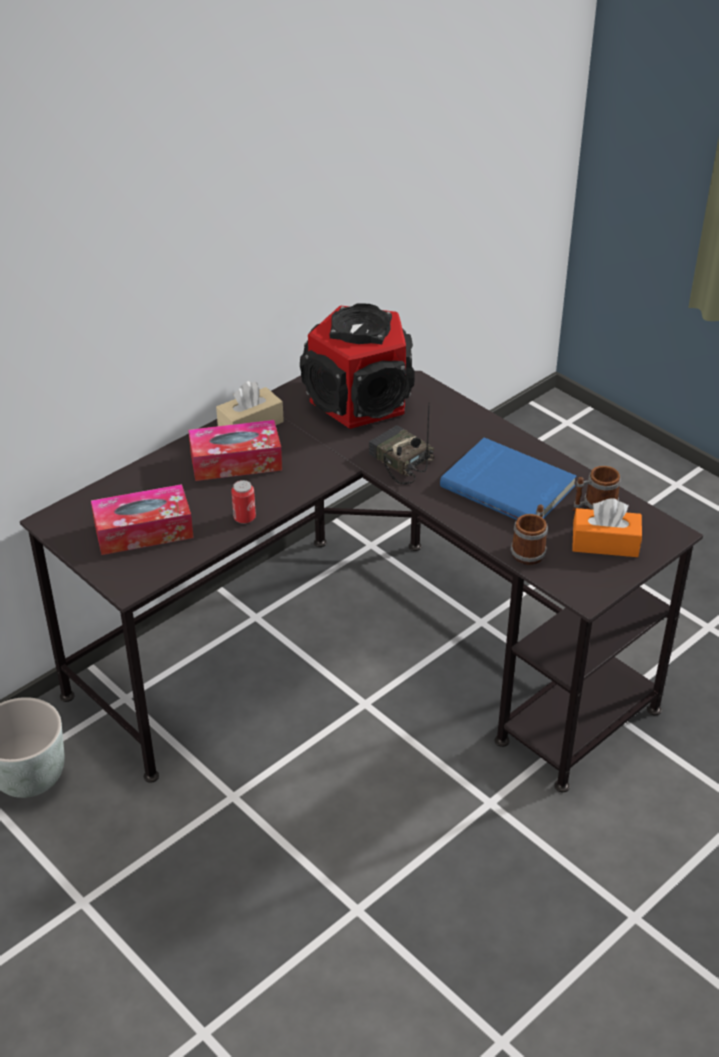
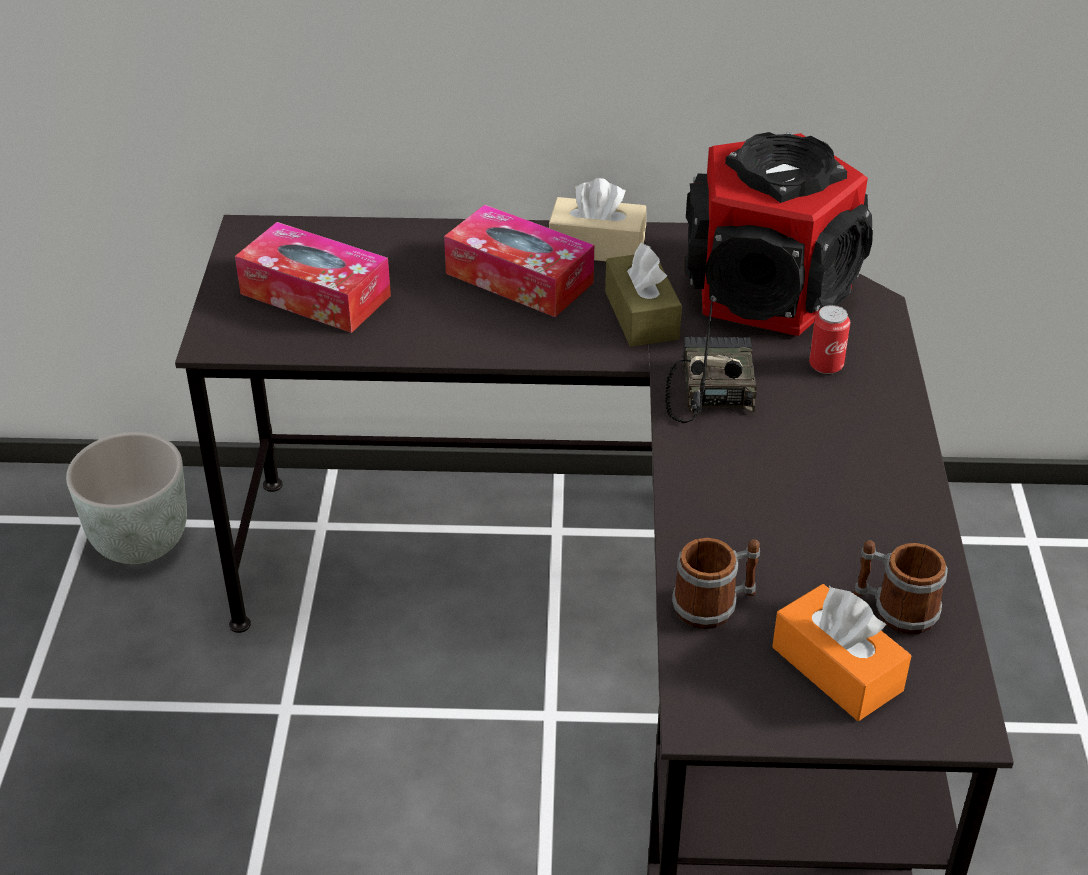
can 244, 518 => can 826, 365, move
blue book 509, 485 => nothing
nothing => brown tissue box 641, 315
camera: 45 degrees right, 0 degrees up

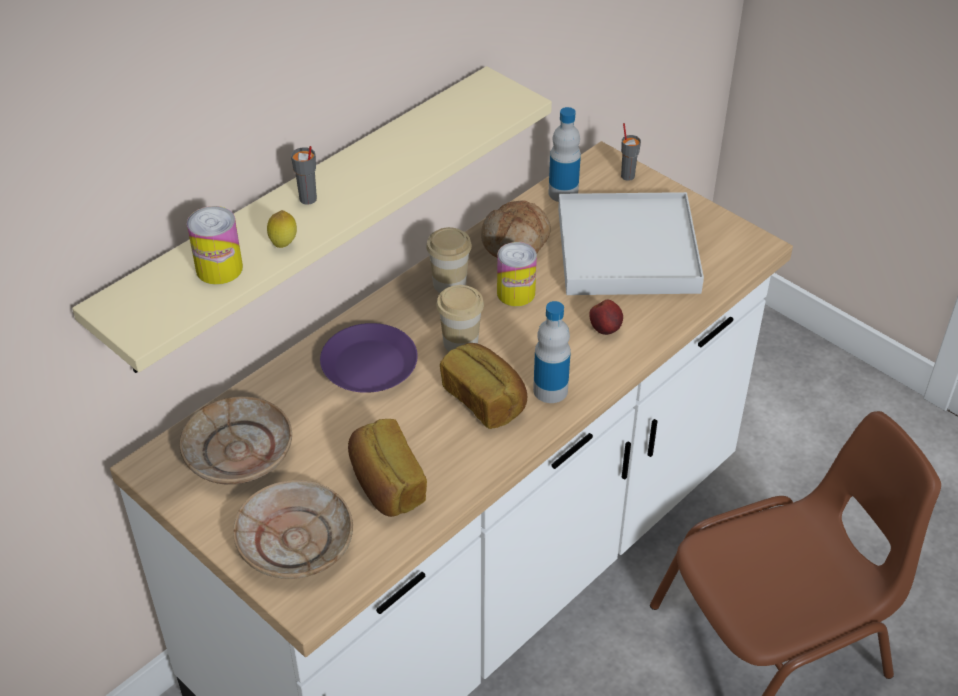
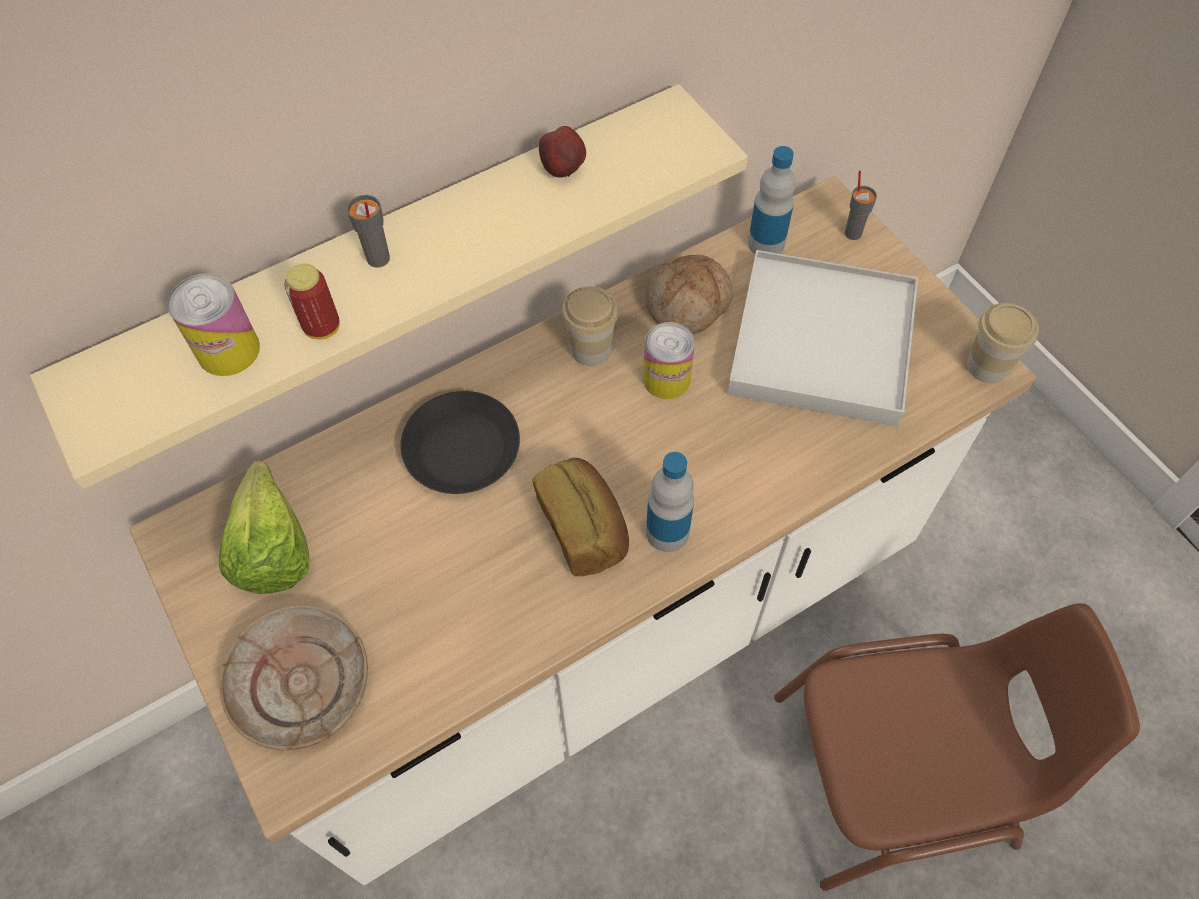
beige plate 238, 452 => lettuce 275, 539
lemon 284, 245 => can 322, 327
purple plate 368, 366 => black plate 460, 449
bread 386, 485 => nothing
cup 460, 342 => cup 987, 366, move
apple 606, 329 => apple 564, 170, move
camera: 15 degrees right, 15 degrees up

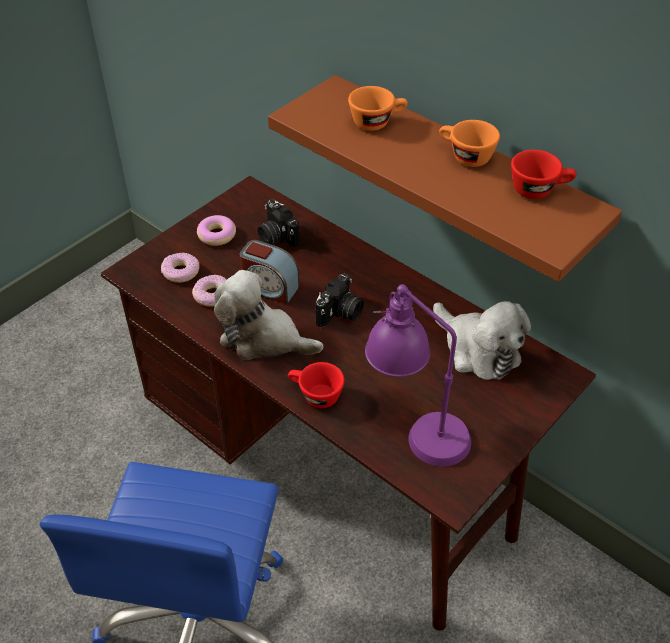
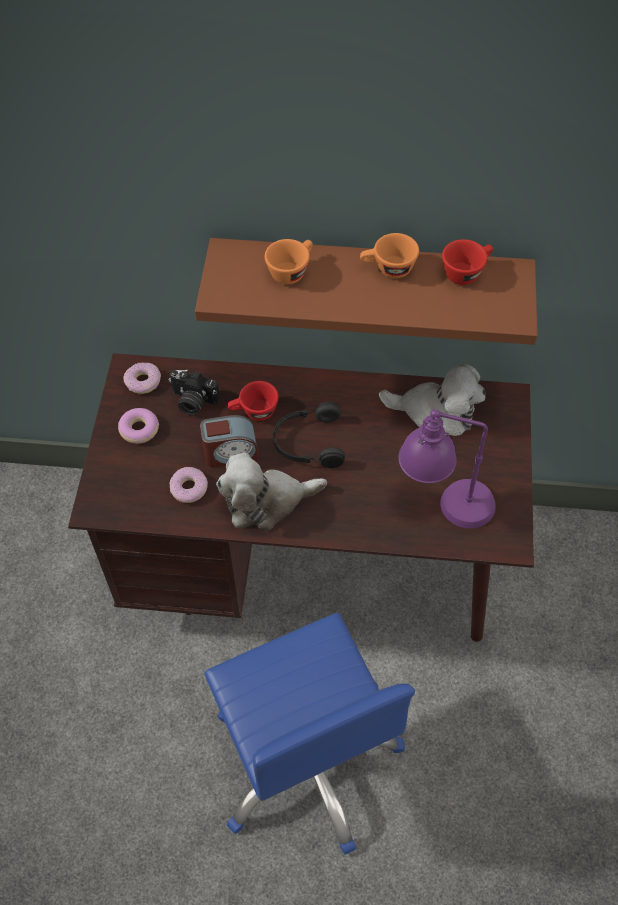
donut 181, 272 => donut 143, 382, move
red cup 315, 395 => red cup 254, 412, move
photo camera 340, 313 => black headphones 308, 443
camera: 35 degrees left, 10 degrees up

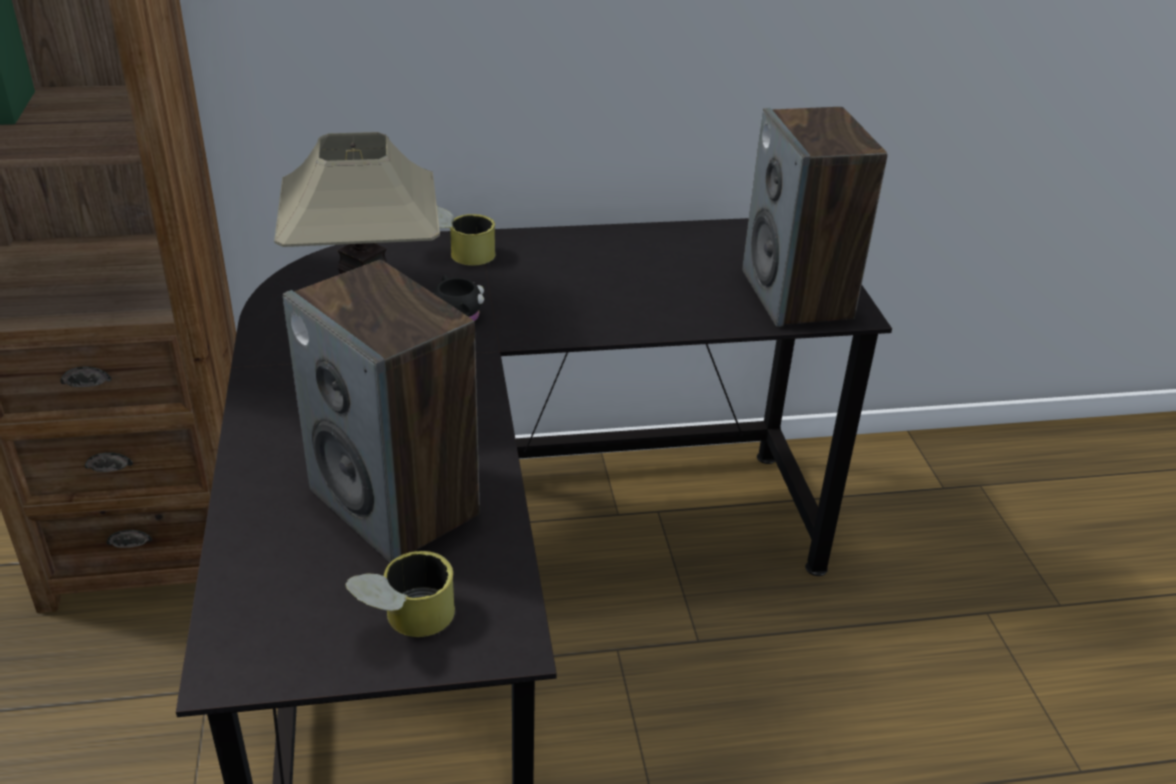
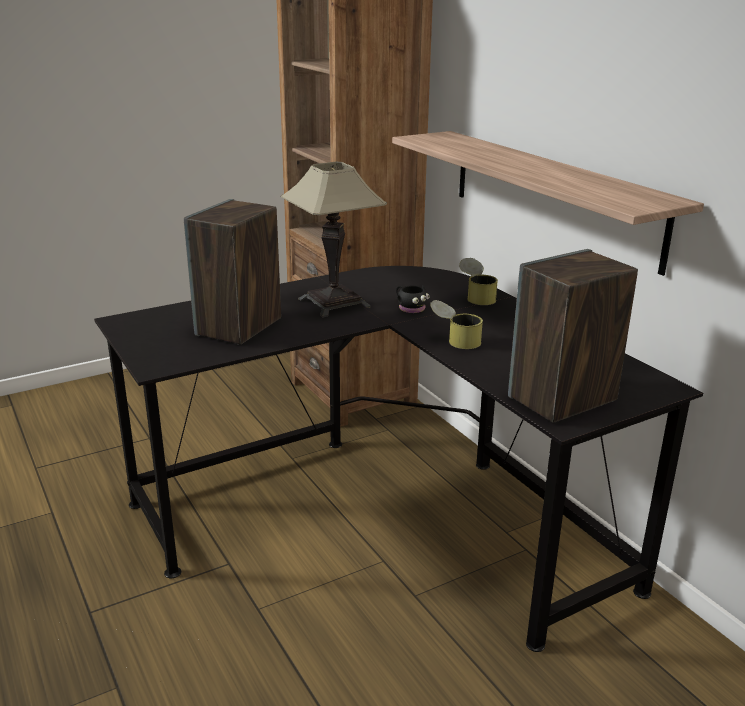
can 404, 623 => can 455, 340, move
nothing => shelf 551, 196
camera: 70 degrees right, 10 degrees down

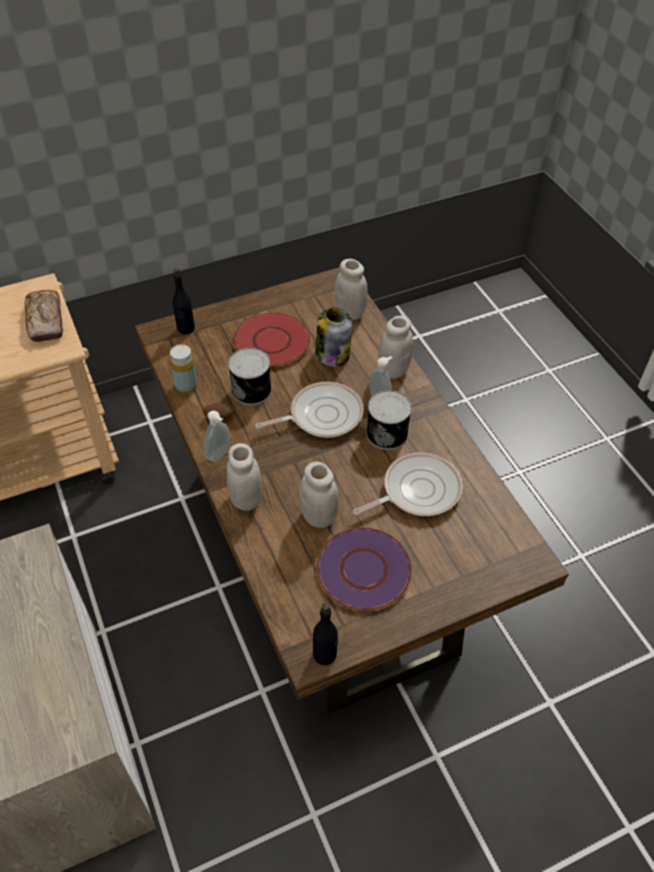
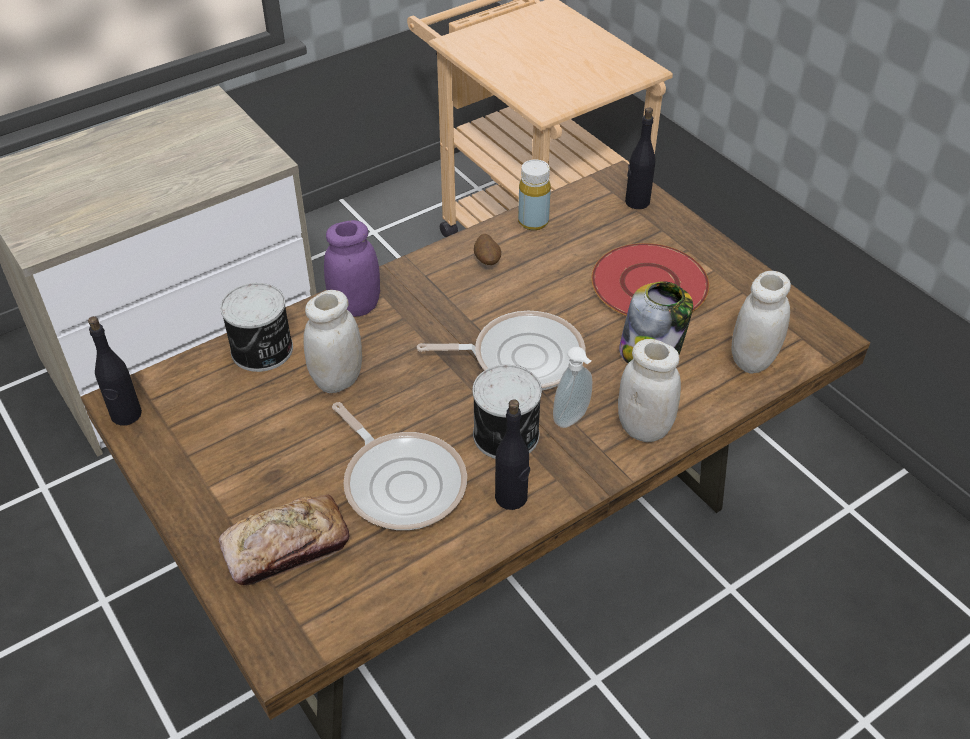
bread 46, 320 => bread 286, 547, move
soap dispenser 220, 454 => nothing
white jar 246, 499 => purple jar 355, 307
can 252, 390 => can 263, 350, move
frying pan 321, 415 => frying pan 521, 357, 60 degrees counterclockwise
purple plate 363, 569 => nothing
nothing => black bottle 511, 497
camera: 80 degrees right, 5 degrees down

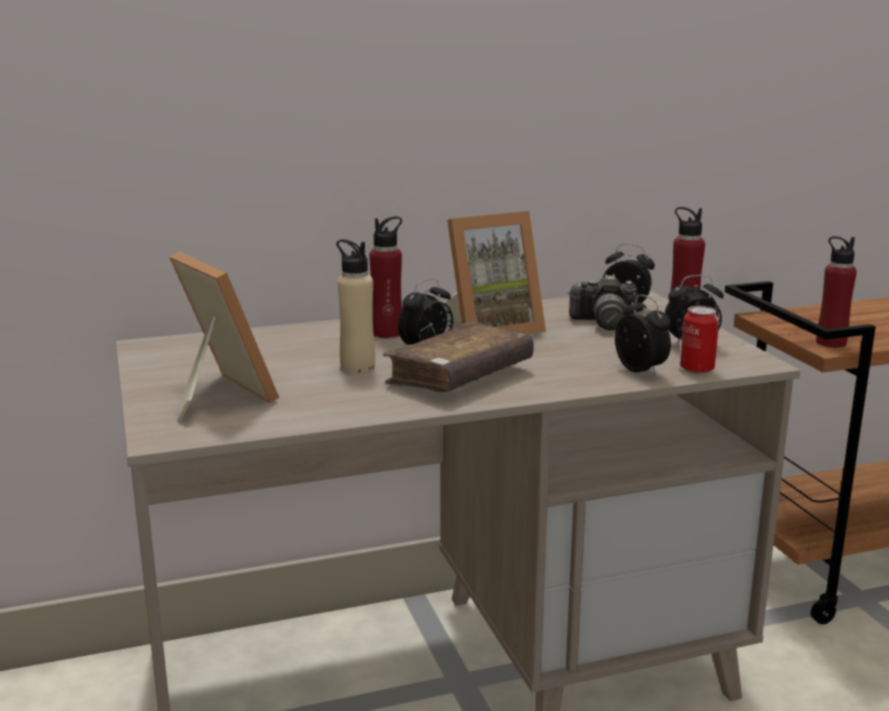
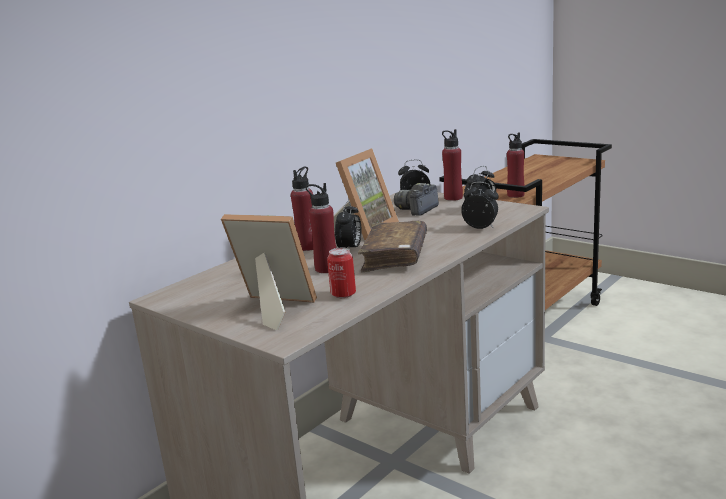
beige bottle 357, 366 => red bottle 326, 269
photo camera 604, 322 => photo camera 417, 209, 150 degrees clockwise
can 696, 369 => can 343, 294, move
camera: 30 degrees left, 0 degrees up

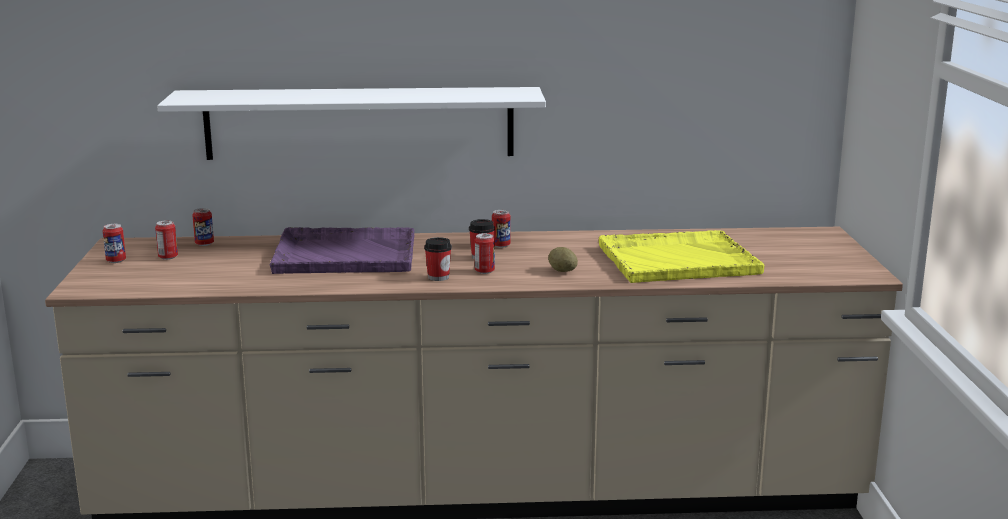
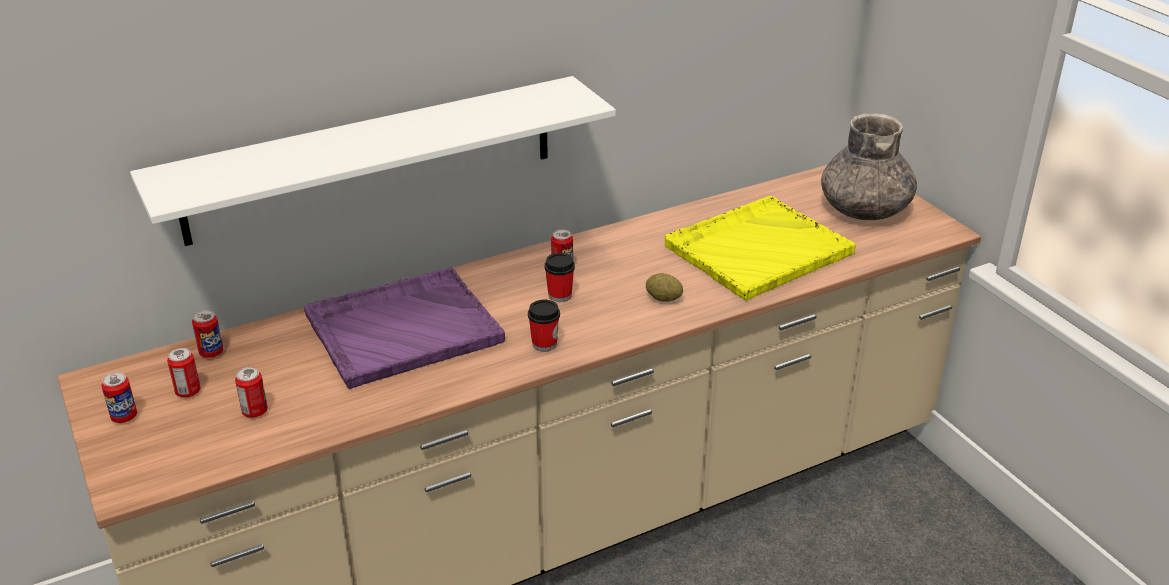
can 484, 271 => can 255, 411, move
nothing => grey vase 864, 209
camera: 25 degrees left, 15 degrees up

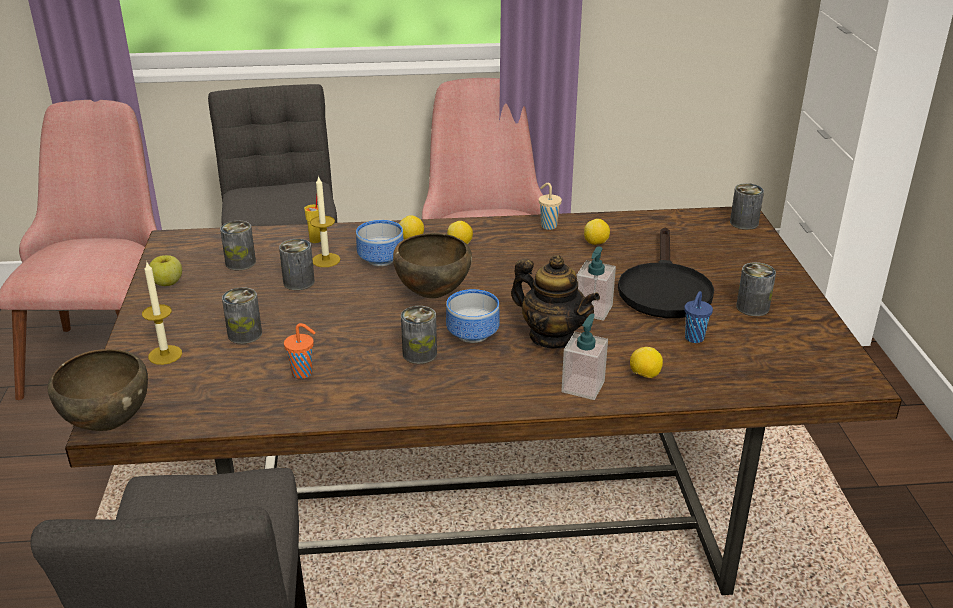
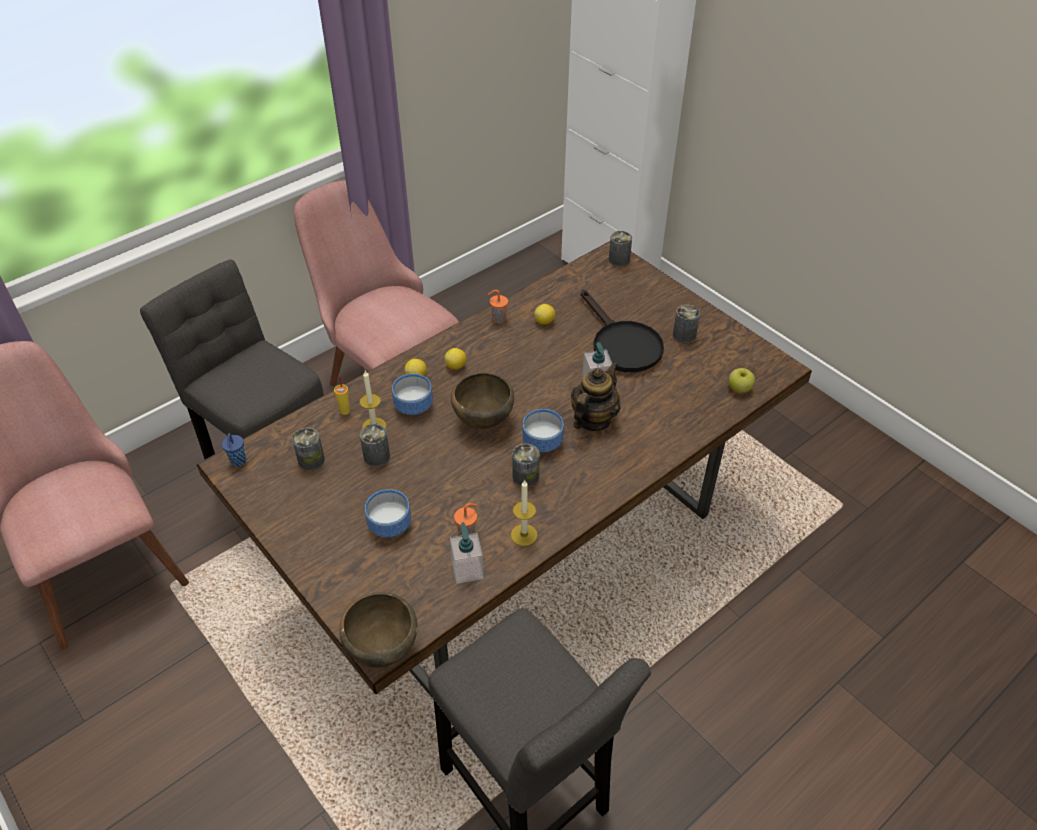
candle 165, 355 => candle 524, 535, move
apple 168, 283 => apple 739, 389, move
can 245, 334 => bowl 390, 523
teapot 552, 337 => teapot 593, 419, 60 degrees counterclockwise
beige cup 548, 226 => orange cup 498, 319
soap dispenser 583, 386 => soap dispenser 467, 570, move
lemon 644, 375 => nothing
blue cup 693, 339 => blue cup 238, 462, move
camera: 35 degrees left, 15 degrees up

